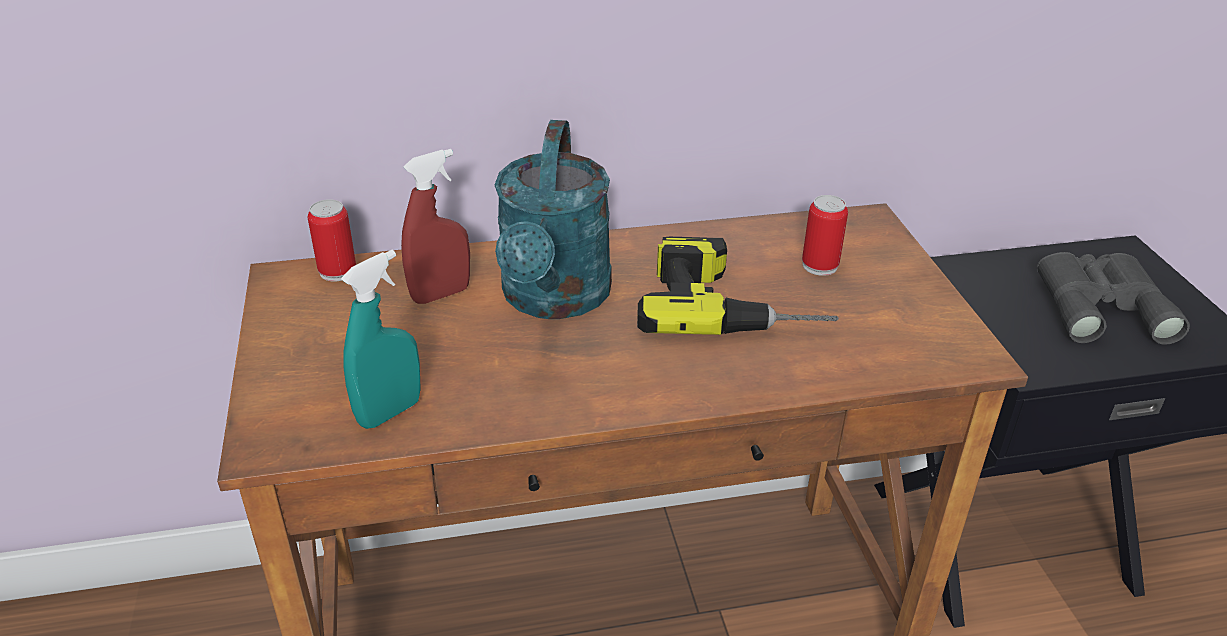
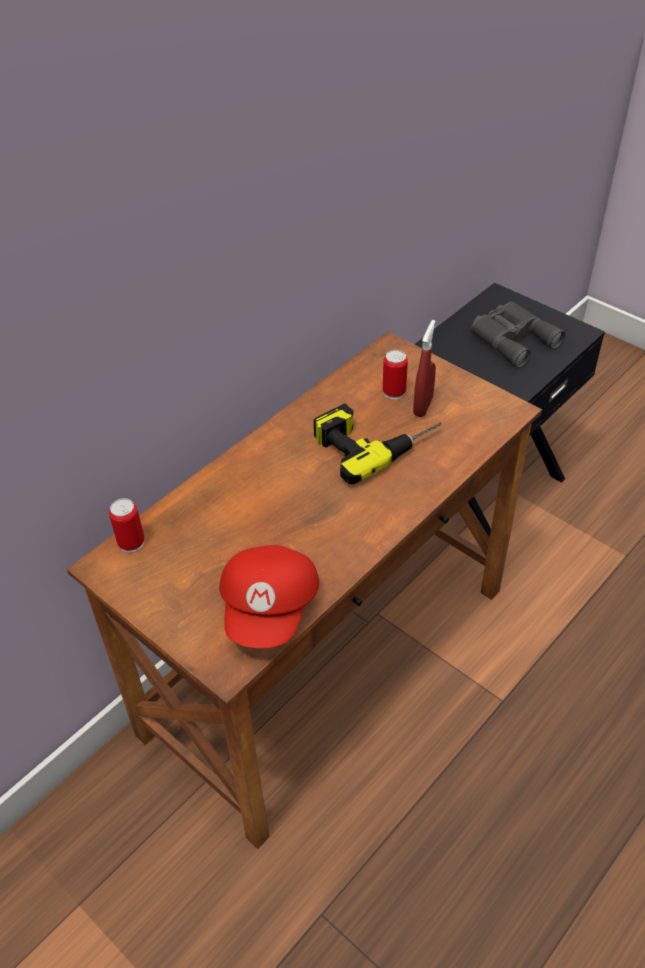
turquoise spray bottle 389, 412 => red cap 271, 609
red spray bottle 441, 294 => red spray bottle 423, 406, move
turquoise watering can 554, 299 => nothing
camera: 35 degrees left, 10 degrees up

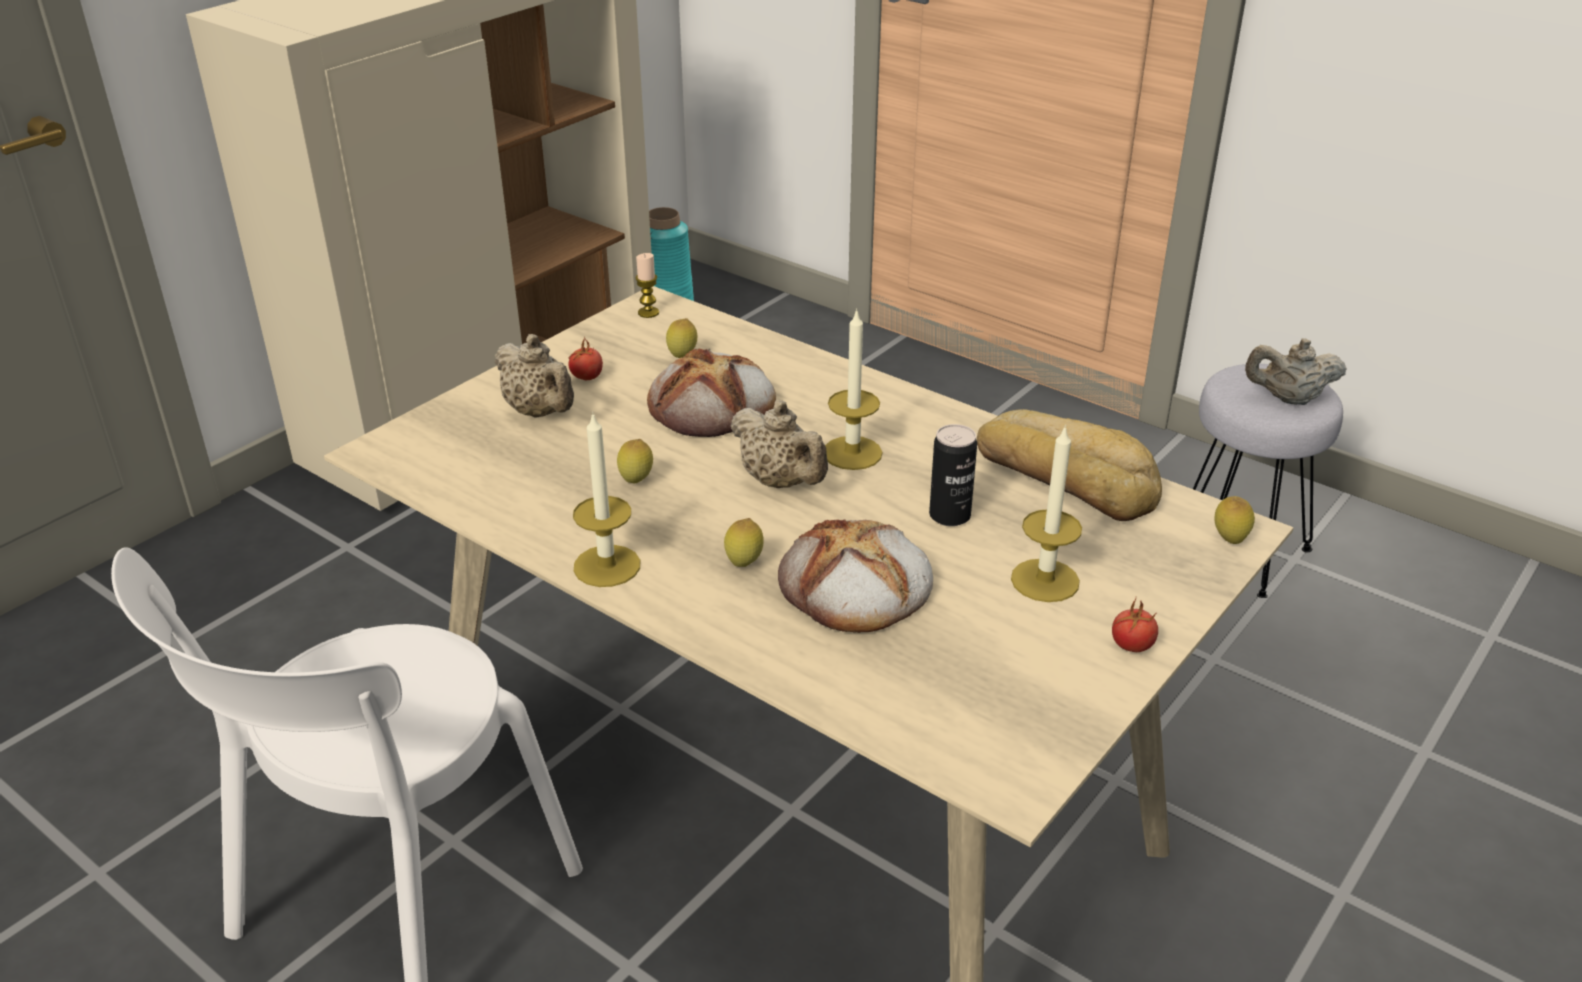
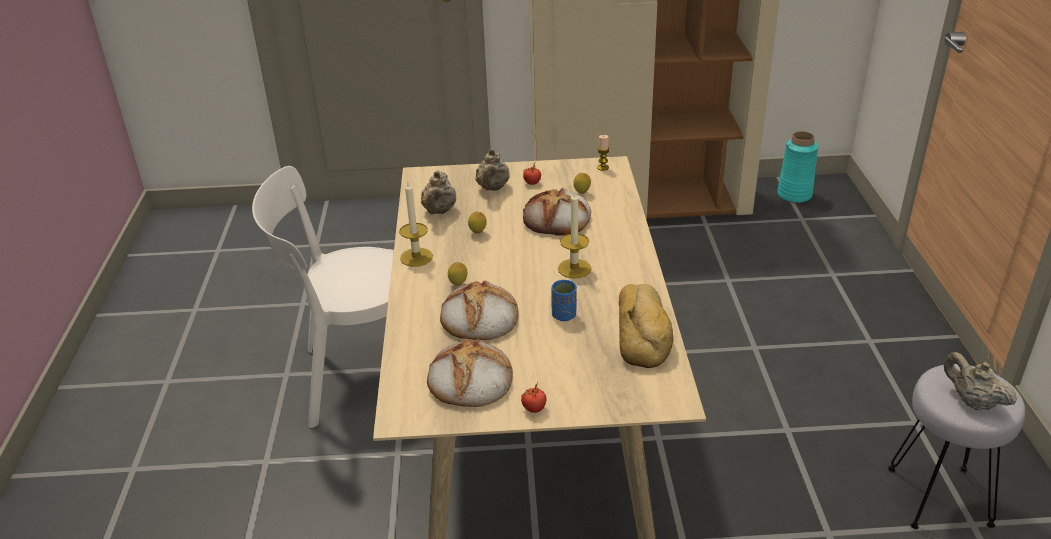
beige teapot 780, 482 => beige teapot 439, 211, move
can 949, 515 => blue cup 564, 315
candle 1045, 580 => nothing
lemon 1229, 541 => nothing
nothing => bread 469, 380
camera: 50 degrees right, 0 degrees up

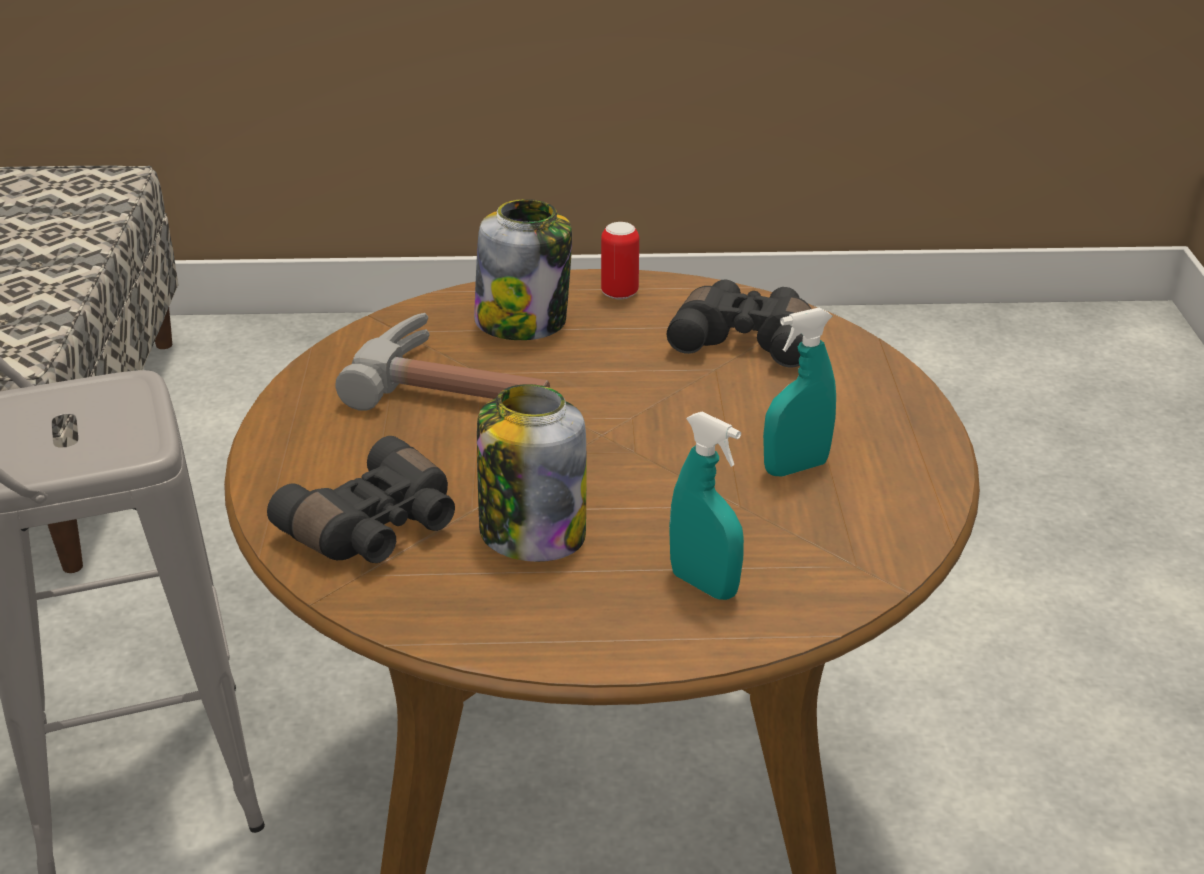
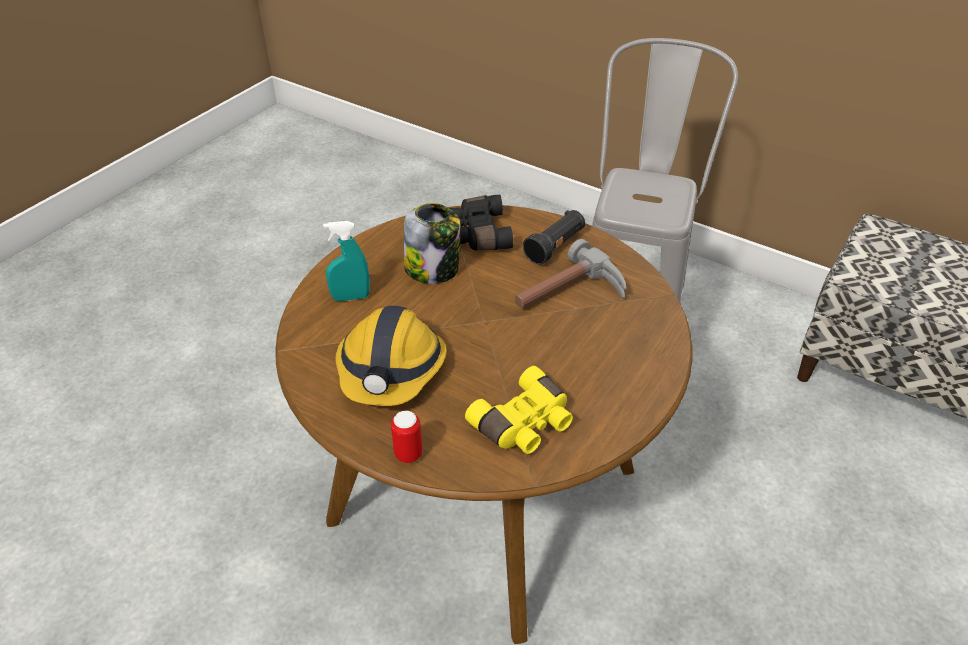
jar 523, 322 => nothing
can 619, 293 => can 408, 454, move
black binoculars 746, 340 => yellow binoculars 525, 424
turquoise spray bottle 795, 468 => hard hat 391, 369
nothing => black flashlight 555, 246
camera: 125 degrees right, 10 degrees up

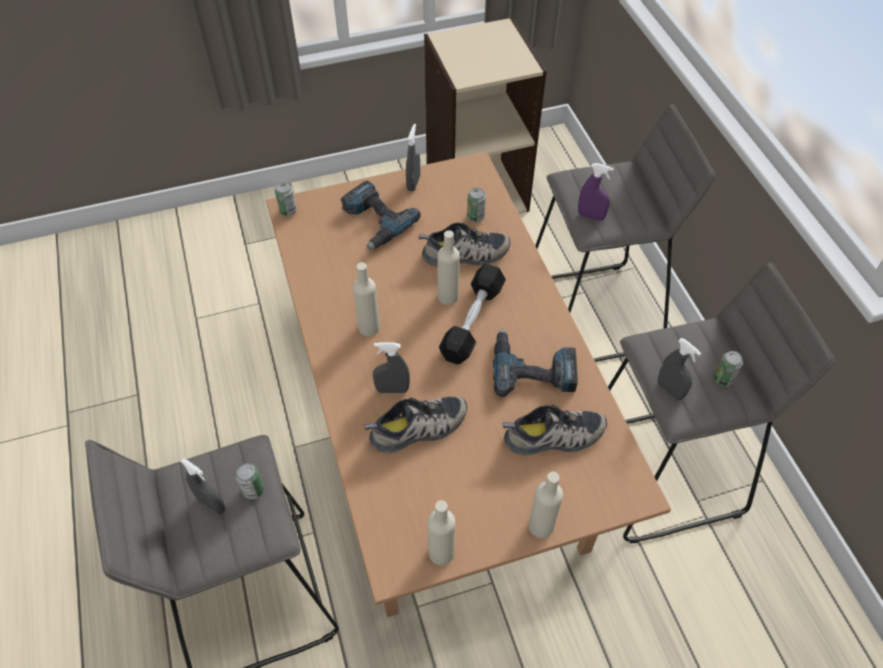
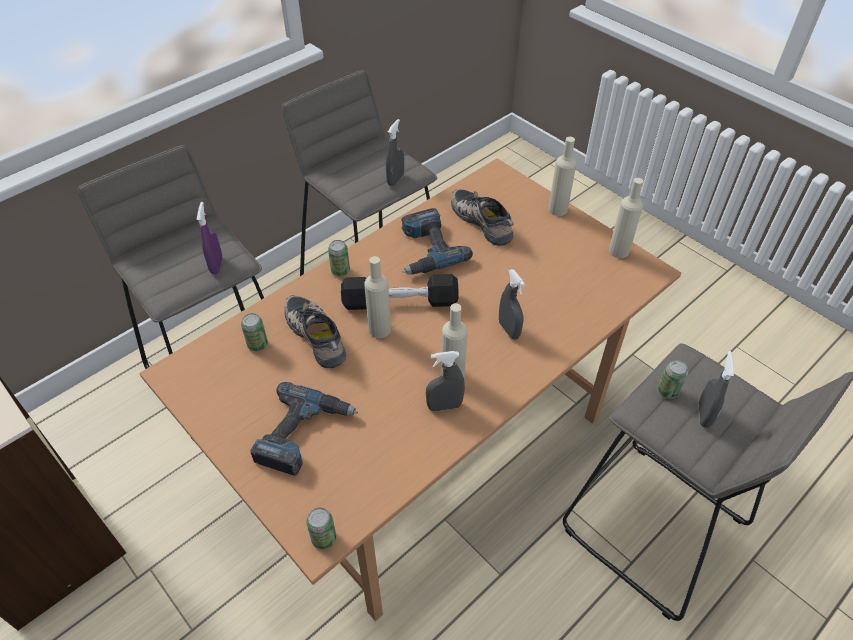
shoe 418, 429 => nothing
grey spray bottle 413, 183 => grey spray bottle 444, 406, move
can 722, 379 => can 340, 271, move
camera: 115 degrees left, 5 degrees down

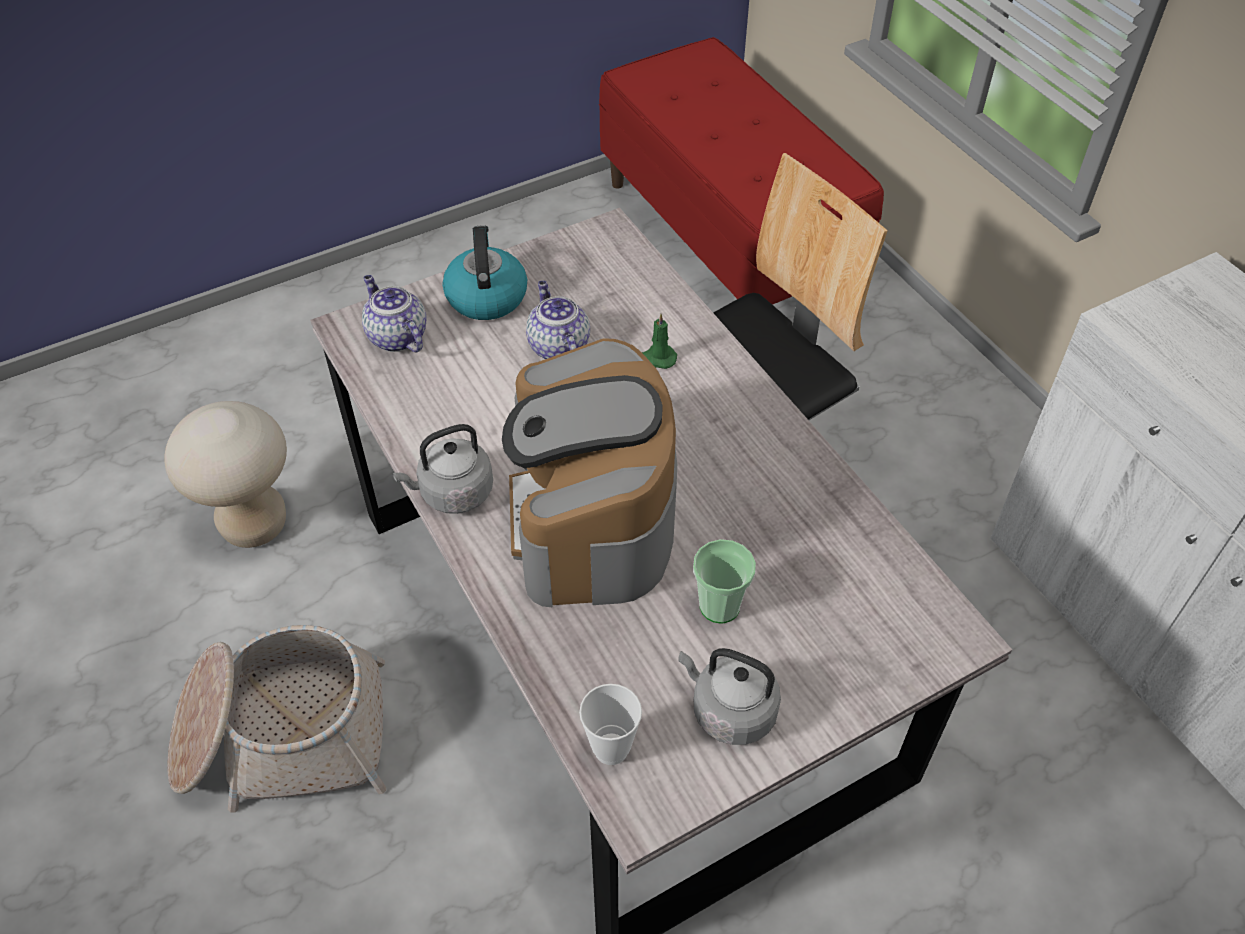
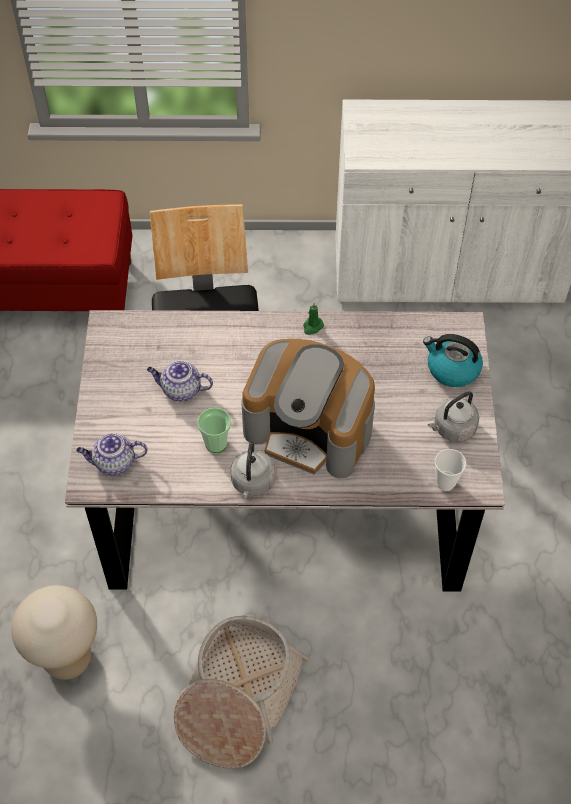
kettle 486, 296 => kettle 452, 369, move
green candle 657, 358 => green candle 312, 327, move
cup 719, 606 => cup 216, 443, move
camera: 60 degrees left, 5 degrees up

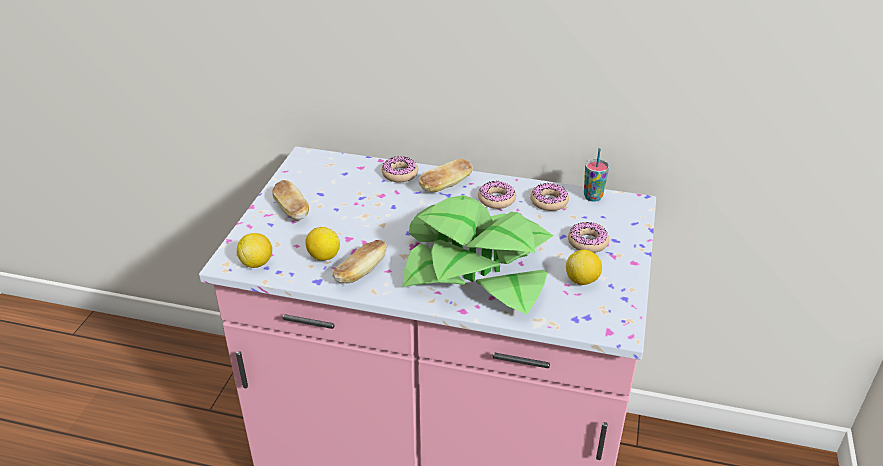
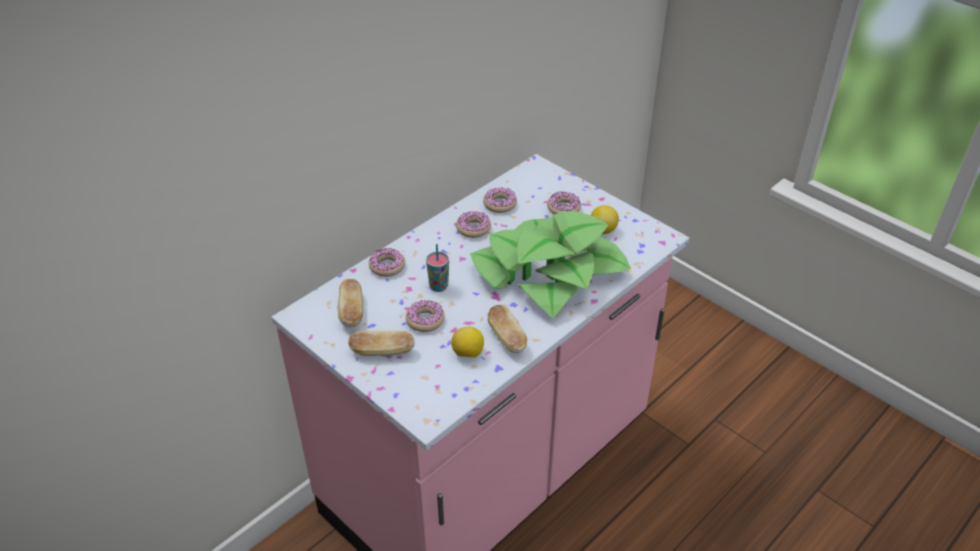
lemon 257, 263 => nothing
bread 446, 186 => bread 352, 312, move
cup 593, 197 => cup 438, 286, move
nothing => donut 425, 320
camera: 60 degrees left, 5 degrees up

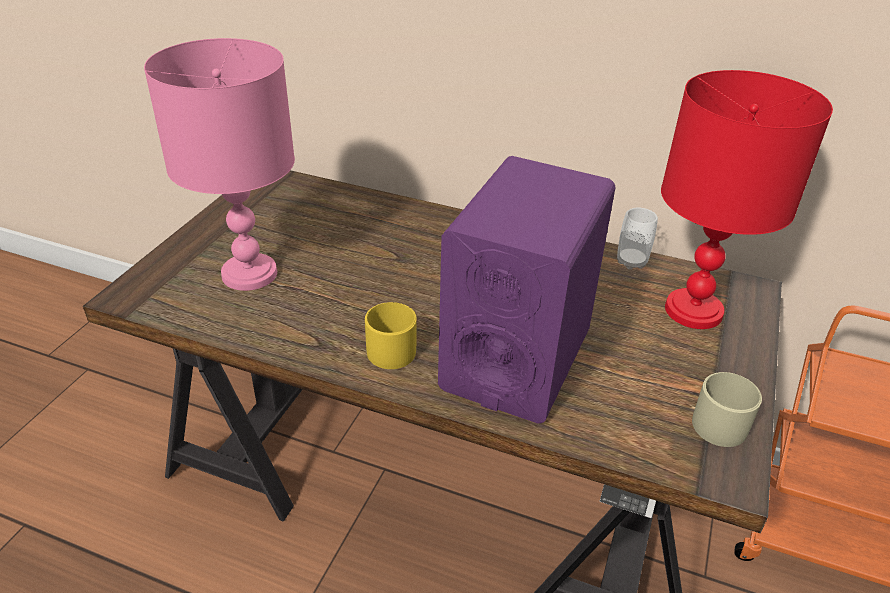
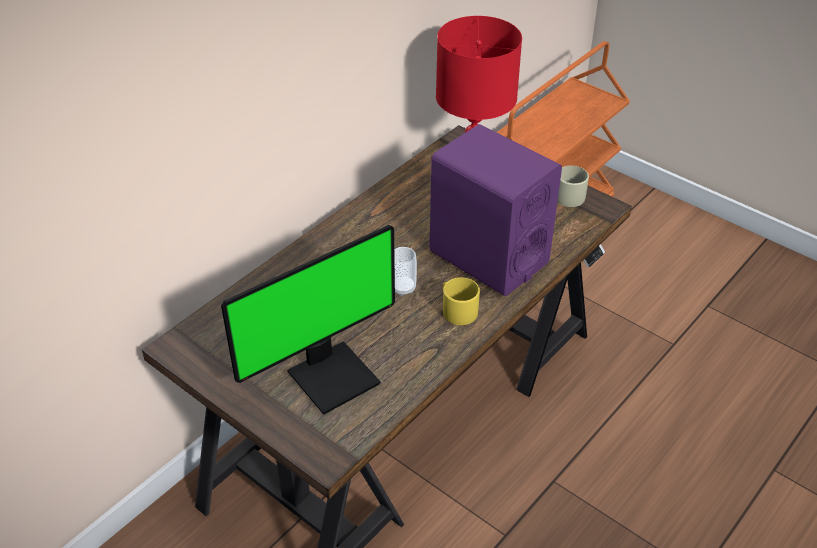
pink table lamp 251, 274 => monitor 332, 375
cup 631, 262 => cup 403, 288, move
camera: 70 degrees left, 5 degrees up

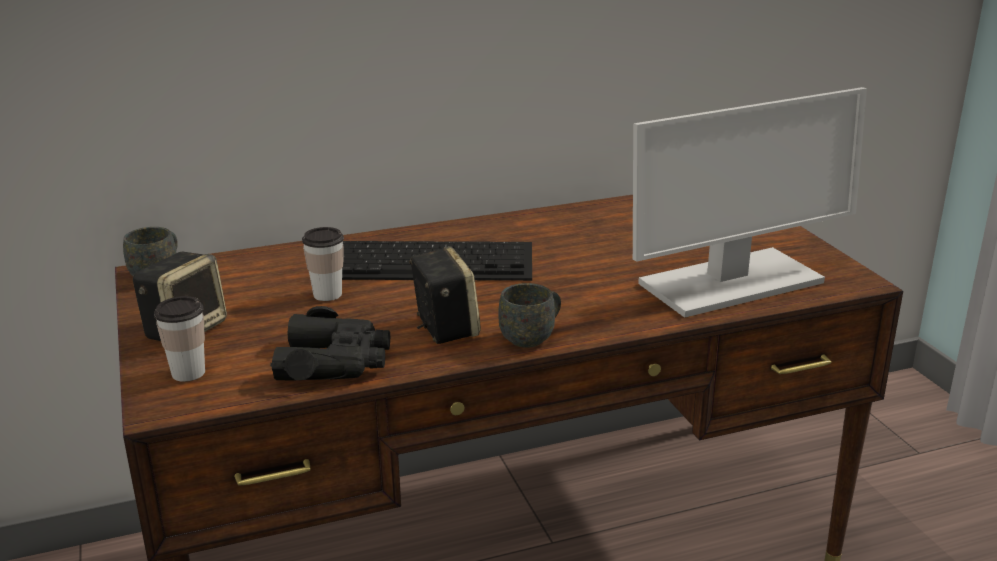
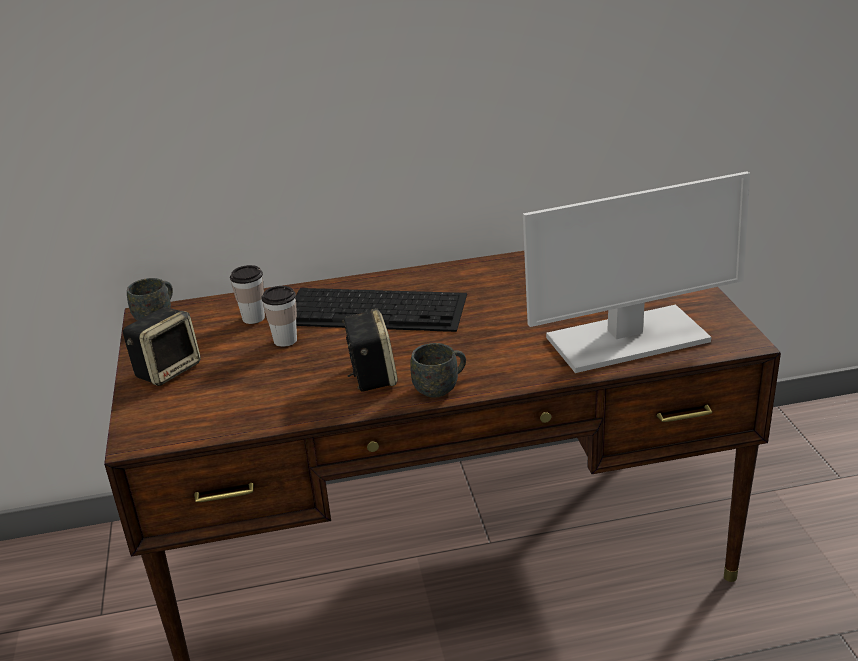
cup 188, 373 => cup 253, 318, move
black binoculars 335, 362 => nothing
camera: 10 degrees right, 5 degrees up

